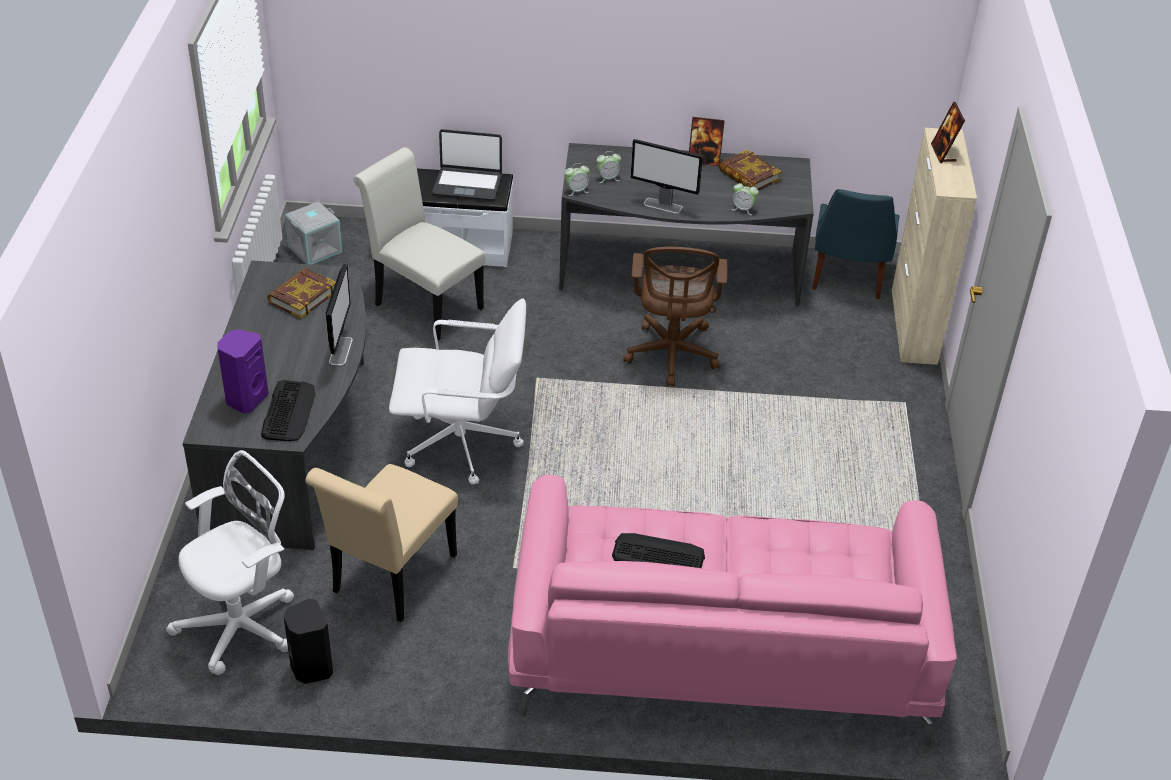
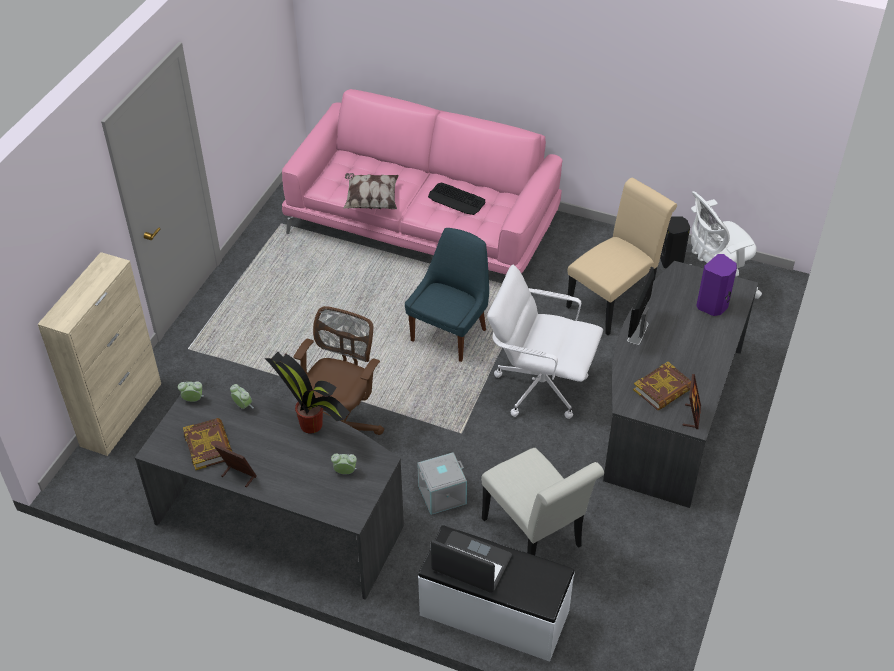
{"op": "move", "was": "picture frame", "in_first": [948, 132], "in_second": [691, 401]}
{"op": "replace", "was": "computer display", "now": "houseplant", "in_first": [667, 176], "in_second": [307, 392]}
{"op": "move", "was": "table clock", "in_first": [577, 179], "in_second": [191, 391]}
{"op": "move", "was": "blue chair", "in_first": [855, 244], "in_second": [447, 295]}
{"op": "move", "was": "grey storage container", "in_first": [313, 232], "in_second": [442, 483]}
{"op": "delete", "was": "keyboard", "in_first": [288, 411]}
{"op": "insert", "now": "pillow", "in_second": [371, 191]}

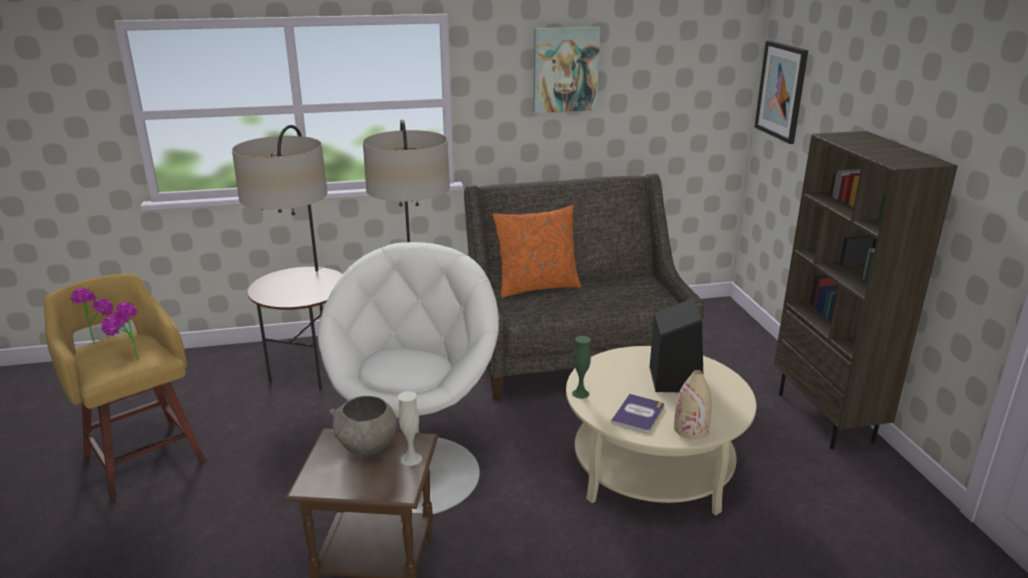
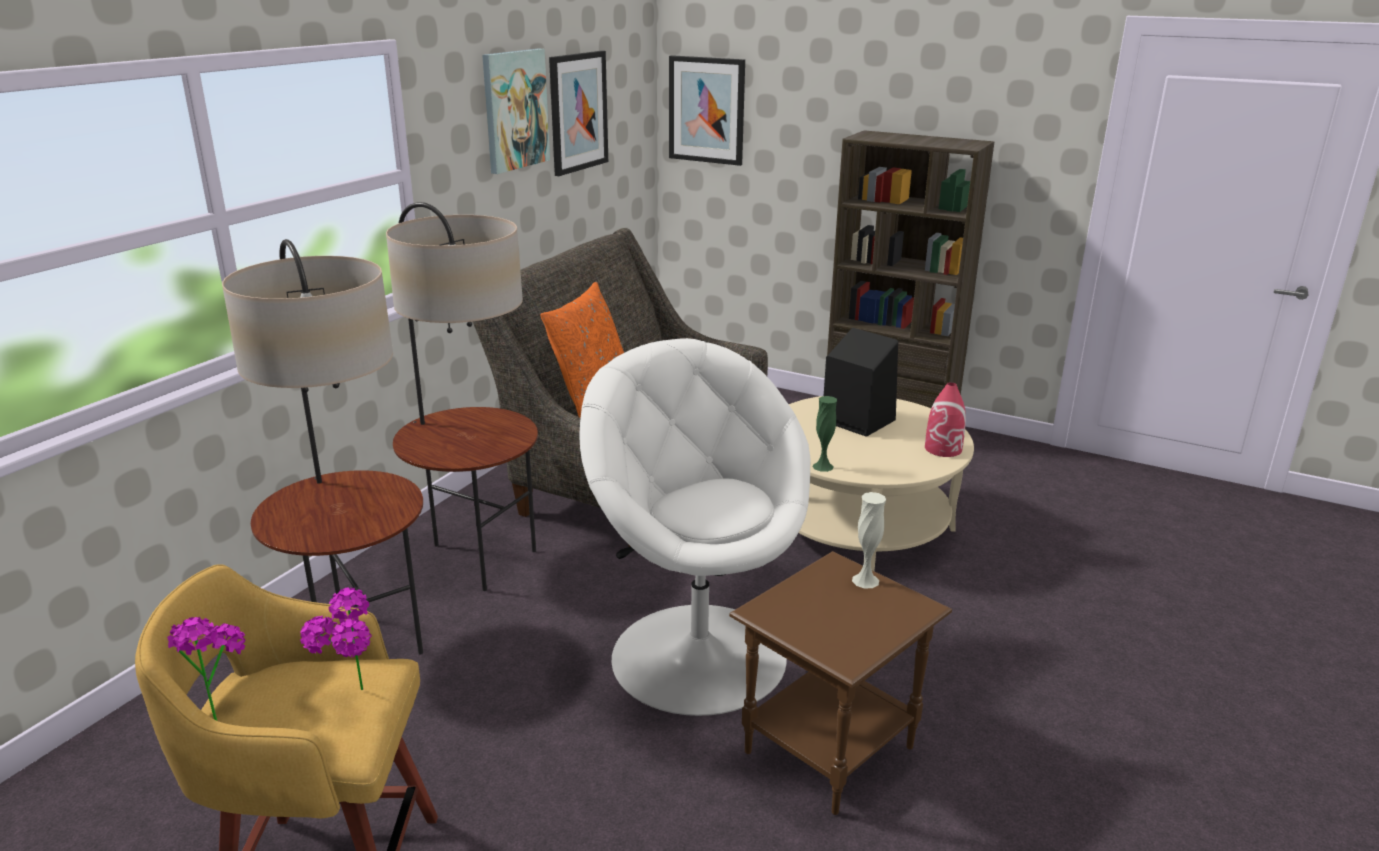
{"op": "recolor", "was": "beige flower vase", "now": "red flower vase", "in_first": [693, 404], "in_second": [945, 419]}
{"op": "delete", "was": "bound book", "in_first": [637, 413]}
{"op": "delete", "was": "grey bowl", "in_first": [363, 425]}
{"op": "insert", "now": "wall picture", "in_second": [578, 113]}

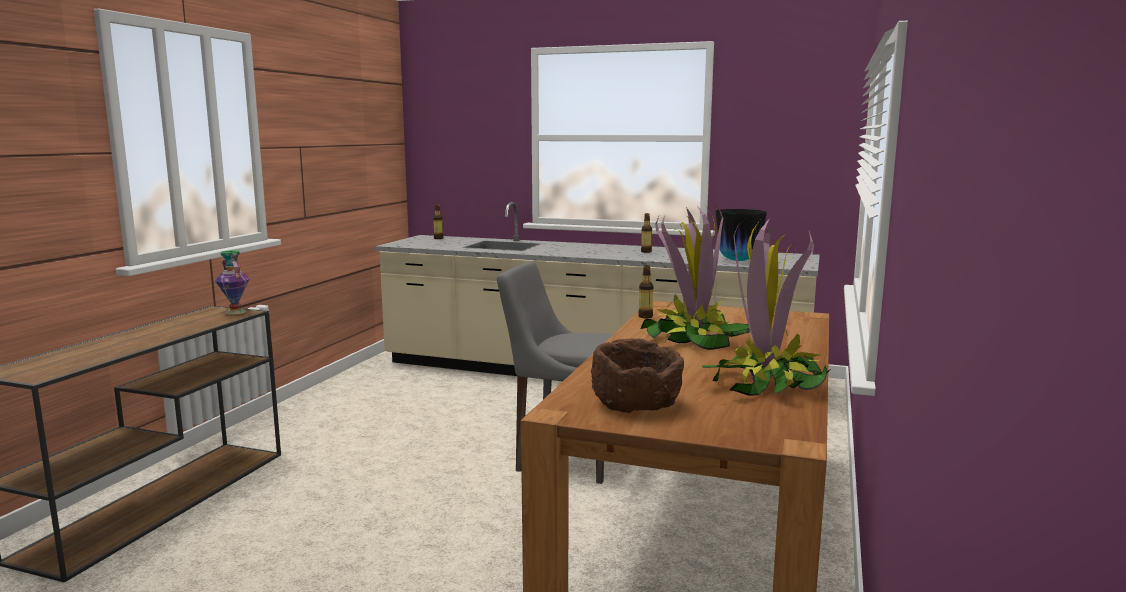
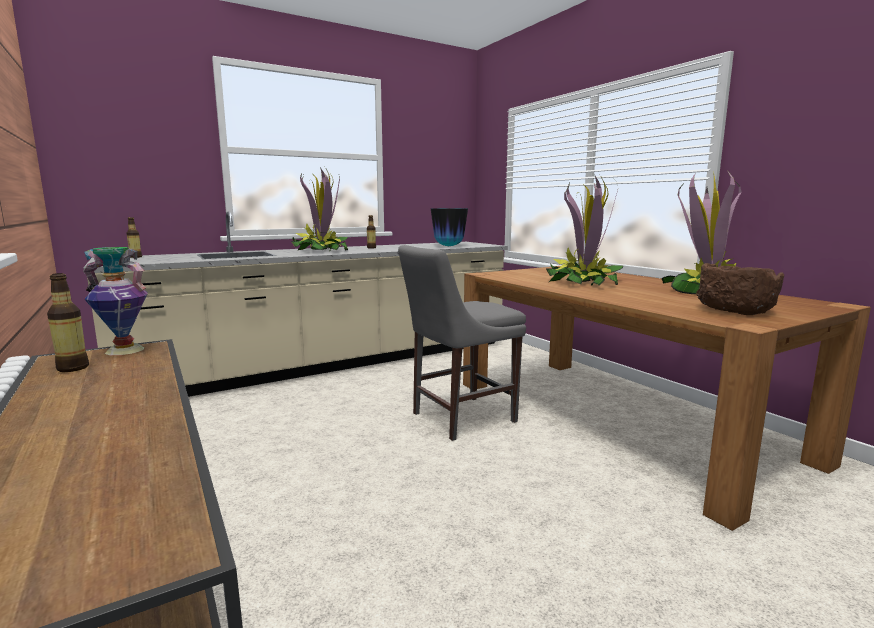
{"op": "move", "was": "beverage bottle", "in_first": [645, 291], "in_second": [68, 322]}
{"op": "insert", "now": "houseplant", "in_second": [319, 209]}

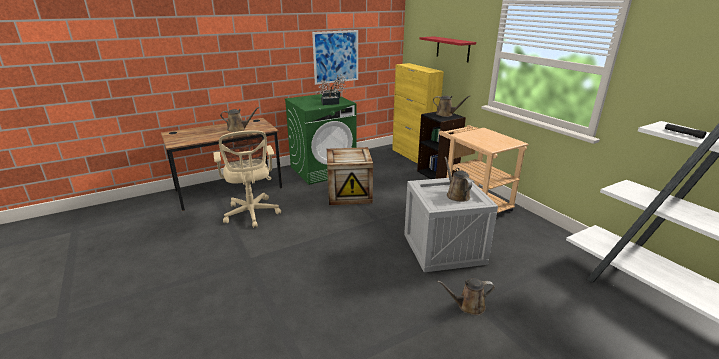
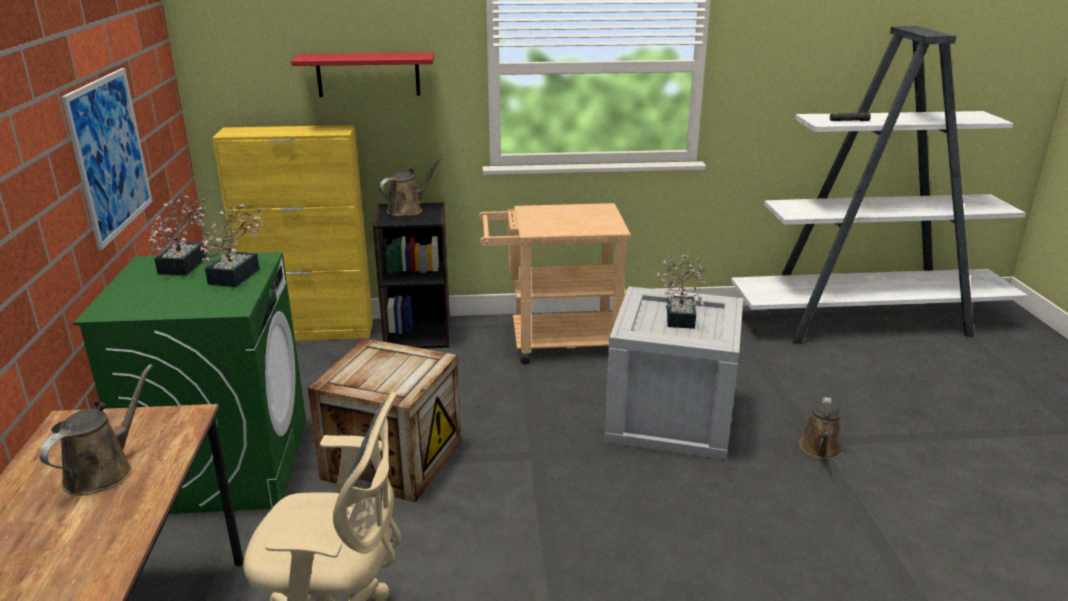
{"op": "replace", "was": "brown watering can", "now": "houseplant", "in_first": [458, 179], "in_second": [681, 292]}

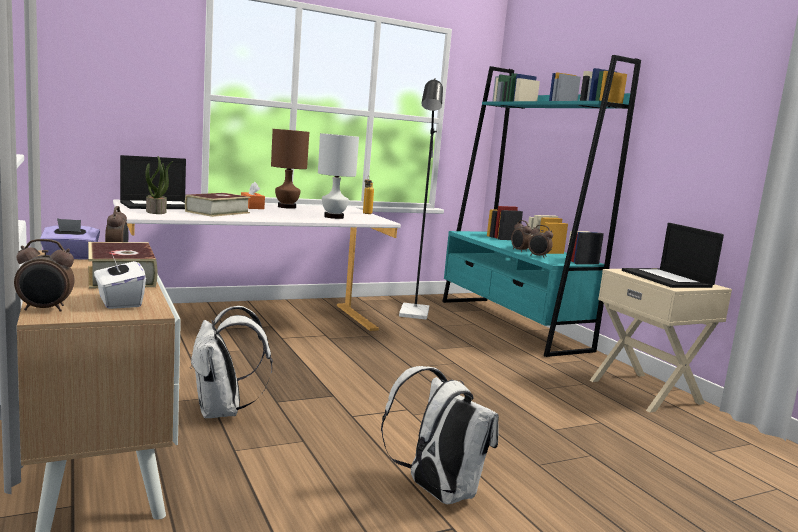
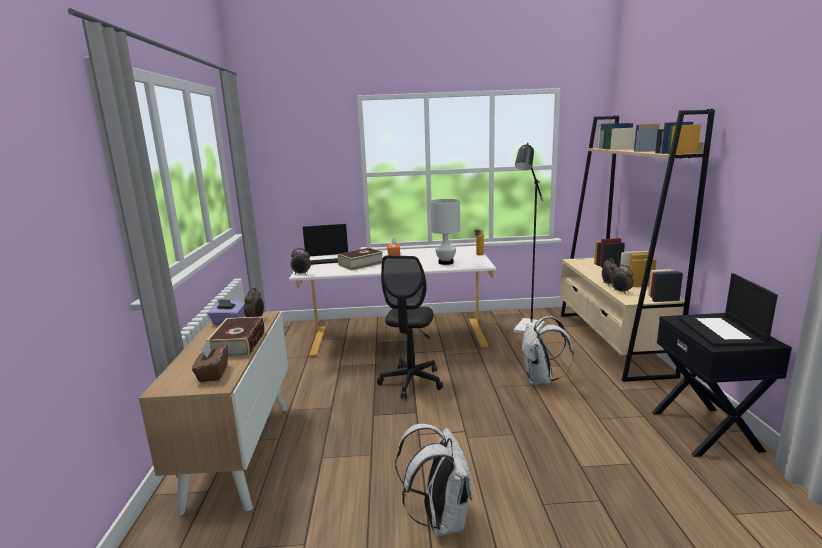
{"op": "recolor", "was": "blue-green shelving unit", "now": "beige shelving unit", "in_first": [541, 206], "in_second": [637, 245]}
{"op": "delete", "was": "brown lamp for a table", "in_first": [290, 169]}
{"op": "delete", "was": "houseplant", "in_first": [159, 185]}
{"op": "move", "was": "table clock", "in_first": [44, 275], "in_second": [301, 261]}
{"op": "recolor", "was": "white tissue box", "now": "brown tissue box", "in_first": [120, 280], "in_second": [210, 361]}
{"op": "recolor", "was": "beige nightstand", "now": "black nightstand", "in_first": [661, 341], "in_second": [722, 385]}
{"op": "move", "was": "white rucksack", "in_first": [231, 362], "in_second": [548, 350]}
{"op": "insert", "now": "black computer chair", "in_second": [410, 327]}

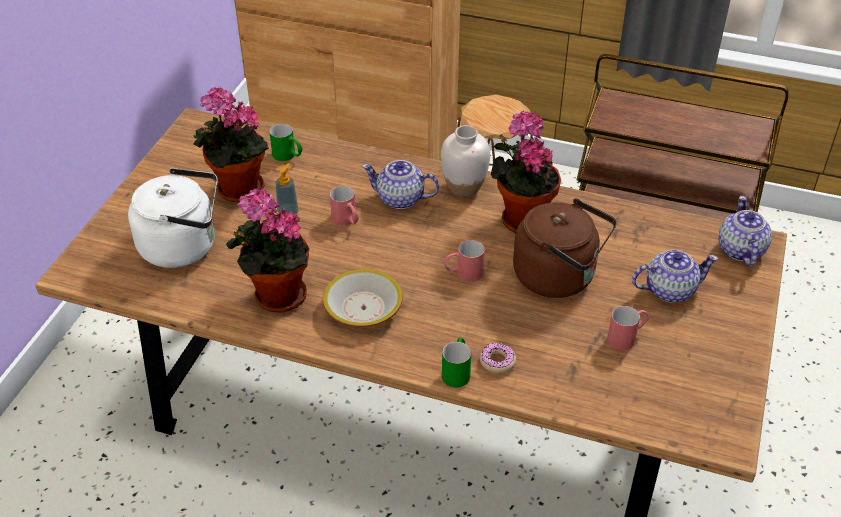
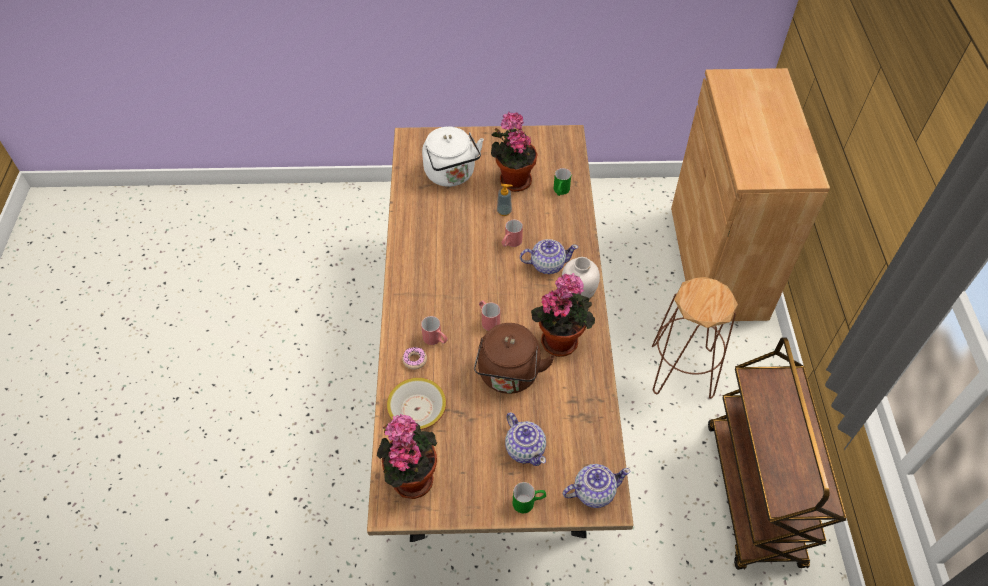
{"op": "rotate", "was": "tea pot", "in_first": [400, 184], "in_second": [549, 256], "clockwise": 90}
{"op": "move", "was": "houseplant", "in_first": [267, 250], "in_second": [407, 456]}
{"op": "move", "was": "bowl", "in_first": [363, 298], "in_second": [416, 404]}
{"op": "move", "was": "red tea mug", "in_first": [628, 328], "in_second": [434, 330]}
{"op": "move", "was": "greenish tea mug", "in_first": [456, 362], "in_second": [529, 497]}

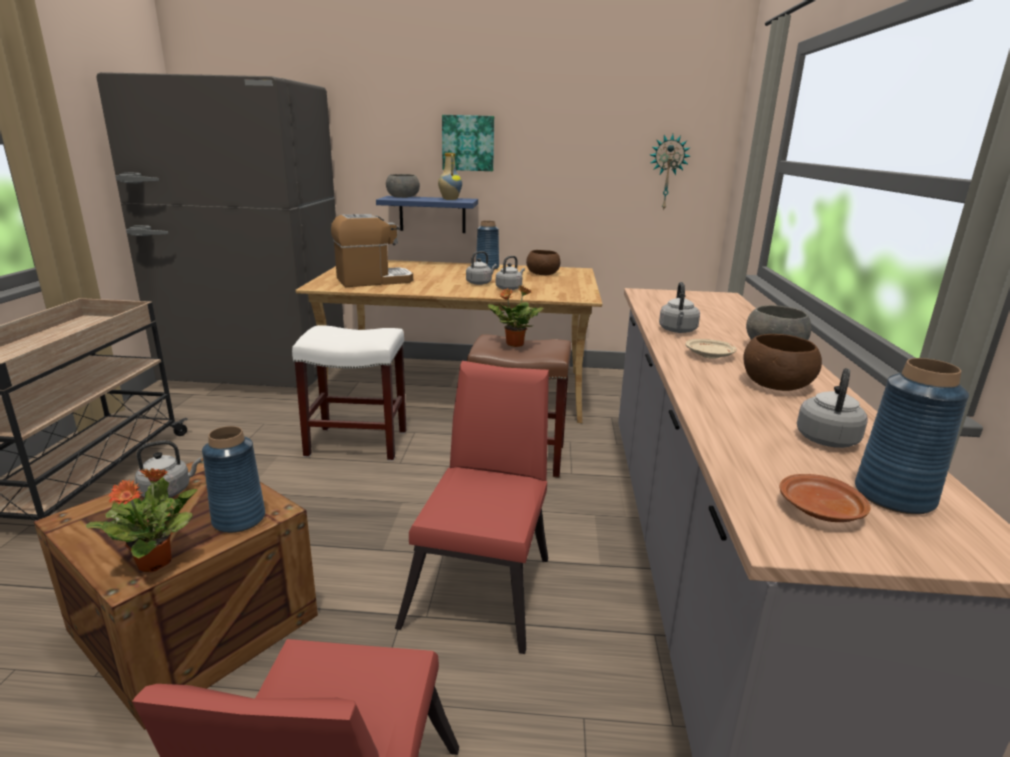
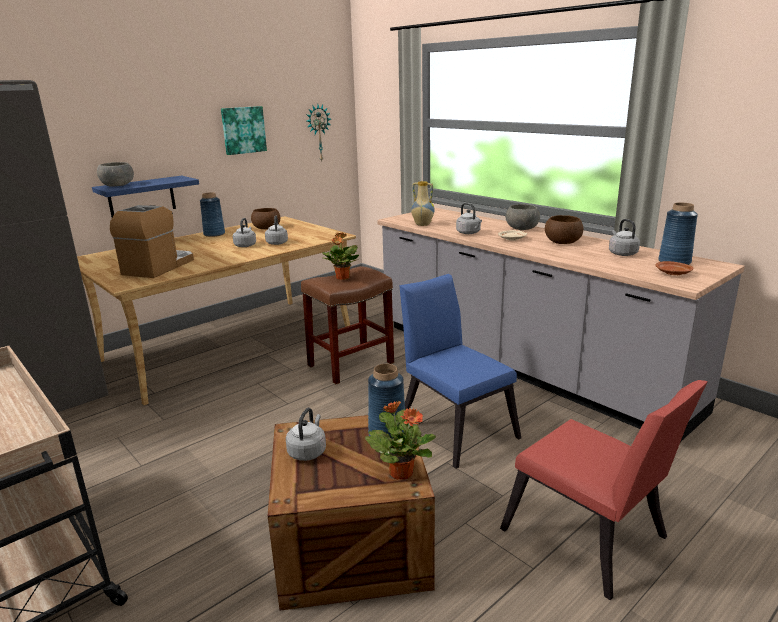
{"op": "move", "was": "wall picture", "in_first": [468, 143], "in_second": [244, 130]}
{"op": "move", "was": "flower vase", "in_first": [450, 176], "in_second": [423, 203]}
{"op": "delete", "was": "white stool seat", "in_first": [349, 393]}
{"op": "recolor", "was": "red chair", "now": "blue chair", "in_first": [472, 507], "in_second": [460, 371]}

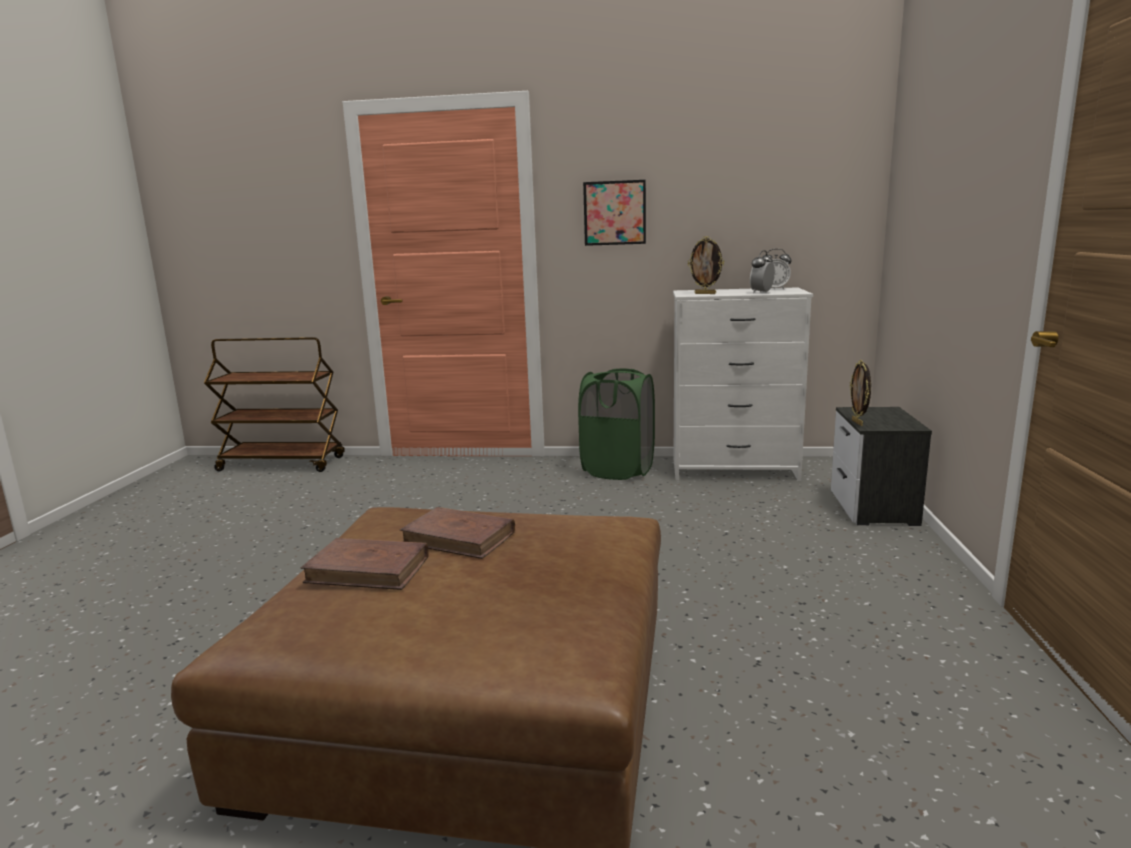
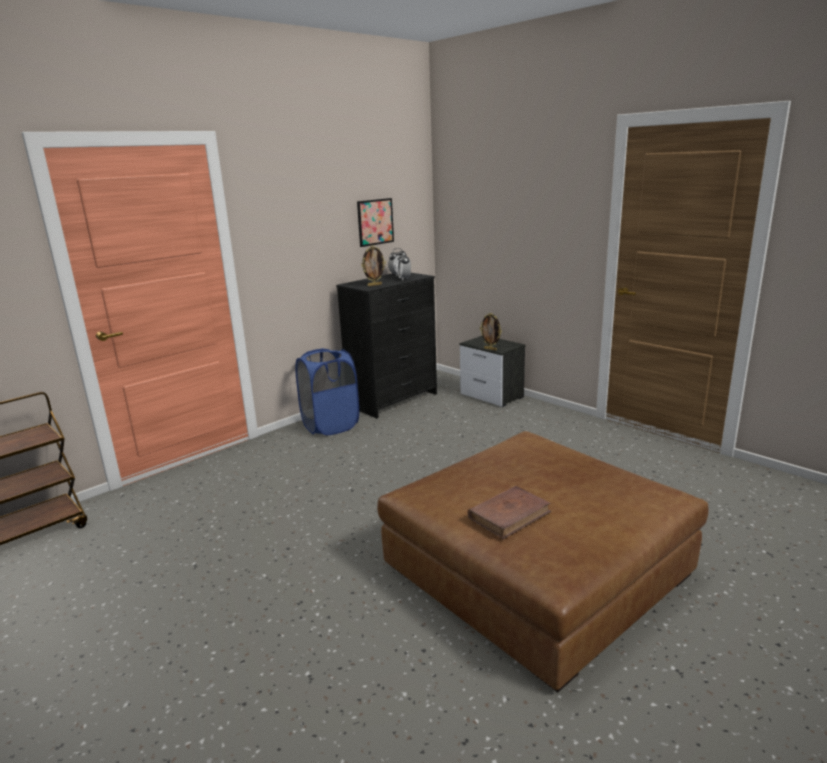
{"op": "move", "was": "wall picture", "in_first": [614, 213], "in_second": [375, 222]}
{"op": "recolor", "was": "white chest of drawers", "now": "black chest of drawers", "in_first": [743, 384], "in_second": [386, 345]}
{"op": "recolor", "was": "greenish laundry basket", "now": "blue laundry basket", "in_first": [616, 424], "in_second": [327, 391]}
{"op": "delete", "was": "brown bound book", "in_first": [457, 533]}

